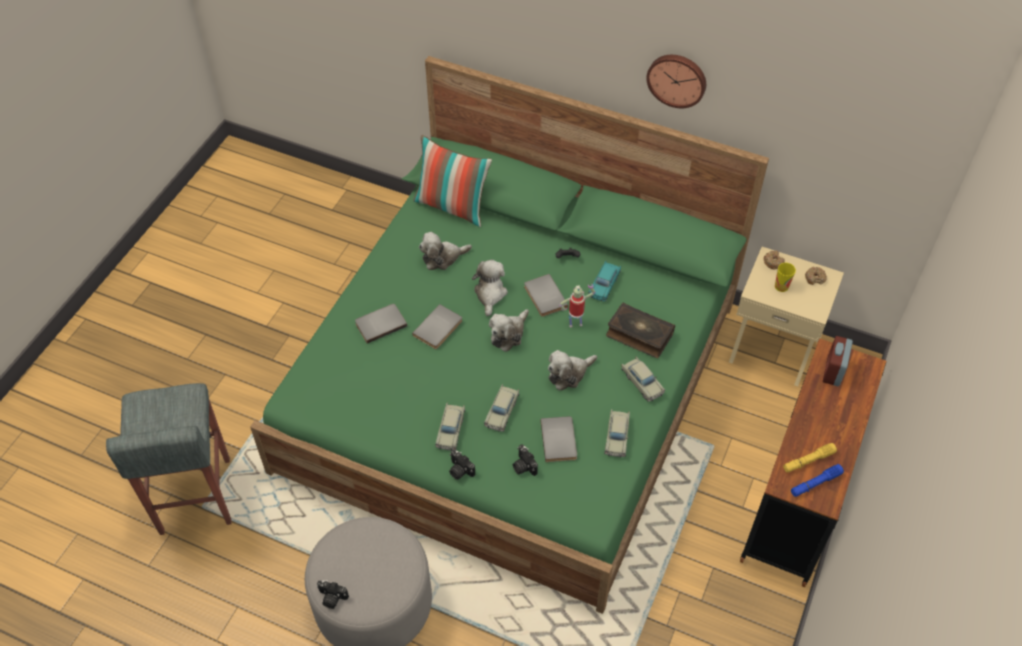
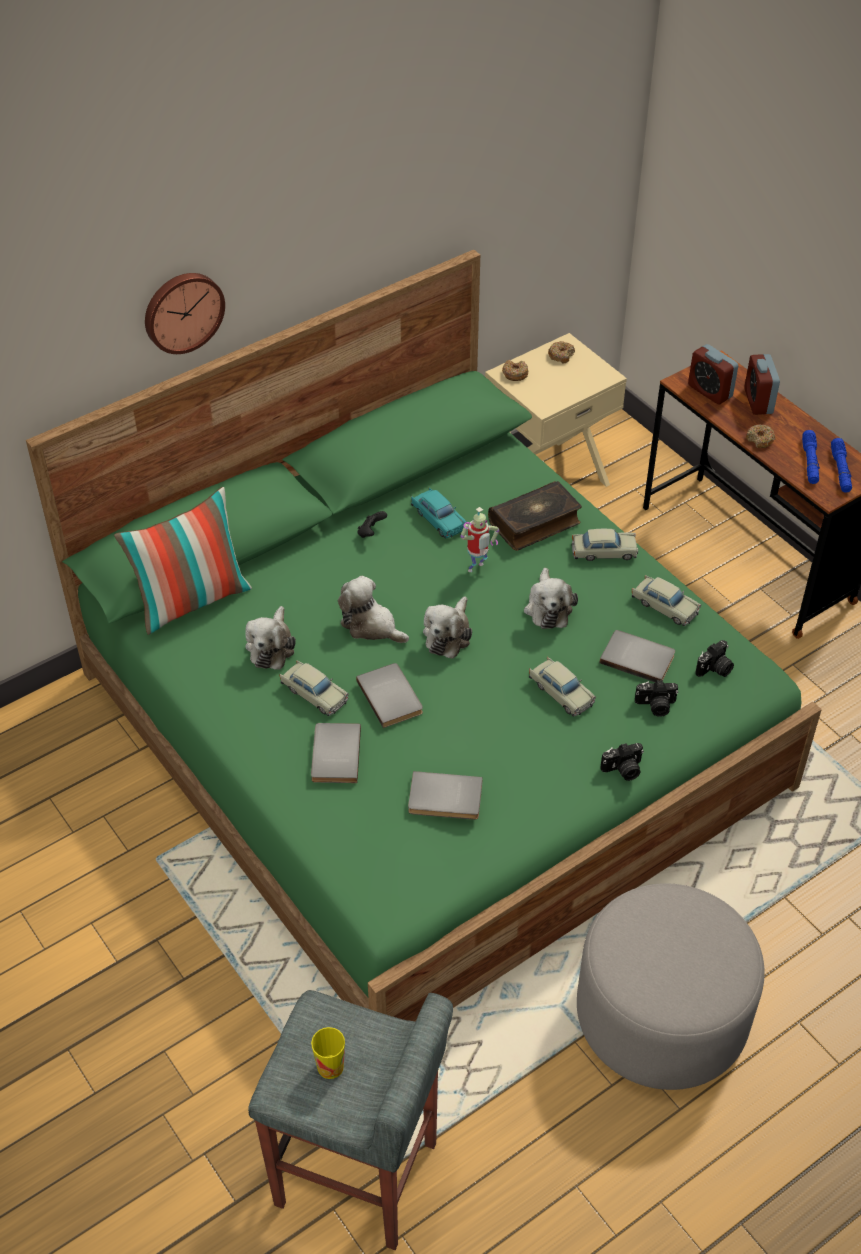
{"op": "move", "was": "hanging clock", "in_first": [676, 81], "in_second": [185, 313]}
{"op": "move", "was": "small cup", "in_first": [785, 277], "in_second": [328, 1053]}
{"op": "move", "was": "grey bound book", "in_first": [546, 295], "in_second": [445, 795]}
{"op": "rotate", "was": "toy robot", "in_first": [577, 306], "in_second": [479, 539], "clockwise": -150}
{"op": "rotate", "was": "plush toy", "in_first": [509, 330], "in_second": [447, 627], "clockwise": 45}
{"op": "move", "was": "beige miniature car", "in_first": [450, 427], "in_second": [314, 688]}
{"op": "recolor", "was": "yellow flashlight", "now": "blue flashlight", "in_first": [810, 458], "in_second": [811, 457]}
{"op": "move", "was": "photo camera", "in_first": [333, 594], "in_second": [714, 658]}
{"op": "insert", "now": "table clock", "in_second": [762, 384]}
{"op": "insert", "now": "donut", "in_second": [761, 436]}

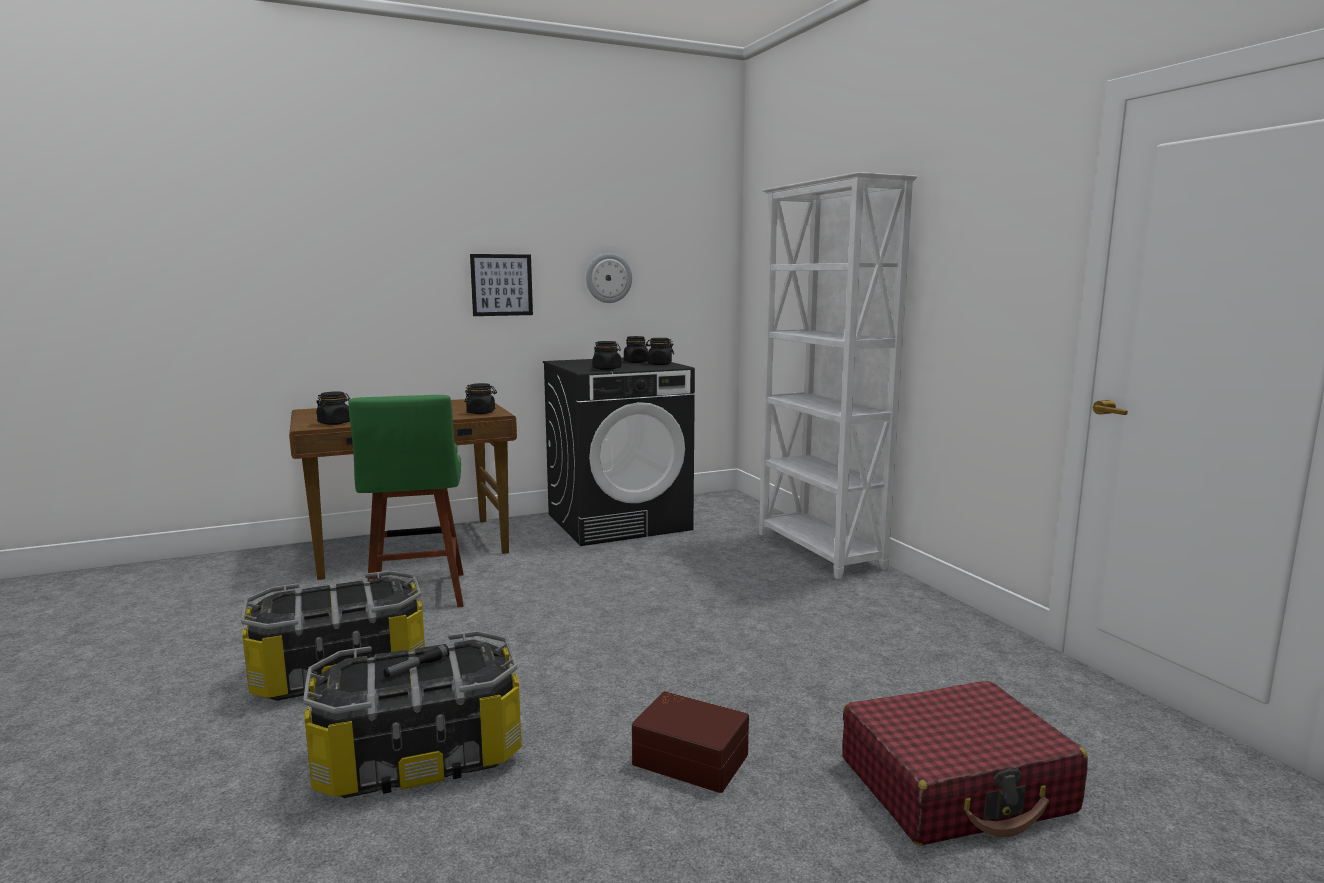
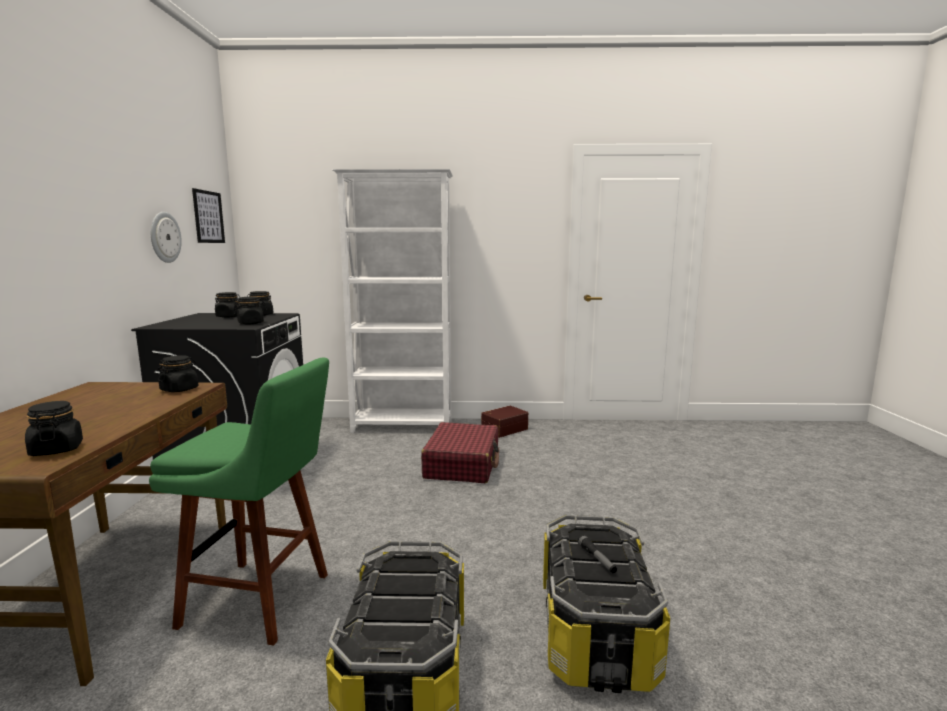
{"op": "move", "was": "wall picture", "in_first": [501, 285], "in_second": [208, 215]}
{"op": "move", "was": "red piece of luggage", "in_first": [965, 763], "in_second": [460, 452]}
{"op": "move", "was": "brown storage container", "in_first": [690, 742], "in_second": [504, 422]}

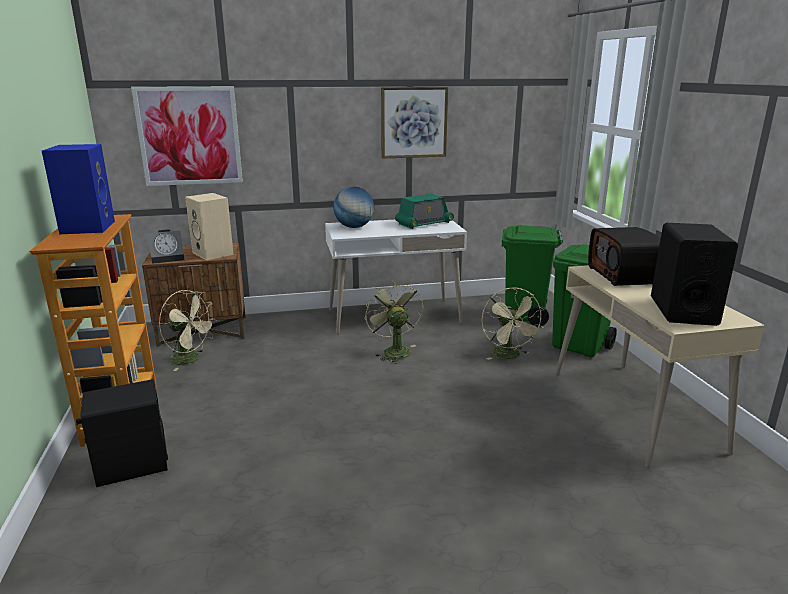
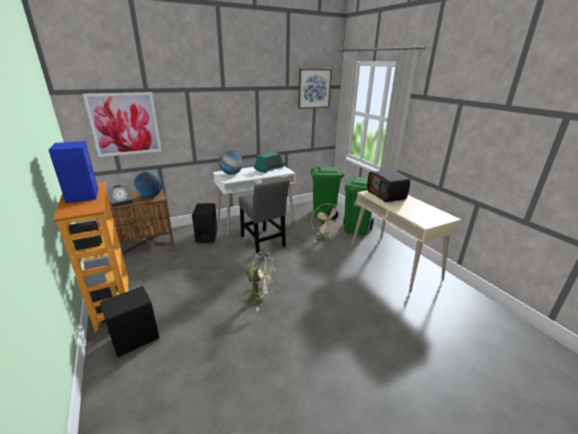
{"op": "move", "was": "wall picture", "in_first": [414, 123], "in_second": [315, 89]}
{"op": "replace", "was": "beige loudspeaker", "now": "world globe", "in_first": [209, 226], "in_second": [147, 184]}
{"op": "move", "was": "black loudspeaker", "in_first": [694, 274], "in_second": [205, 223]}
{"op": "replace", "was": "greenish electric fan", "now": "grey chair", "in_first": [393, 322], "in_second": [264, 216]}
{"op": "move", "was": "beige electric fan", "in_first": [188, 330], "in_second": [258, 281]}

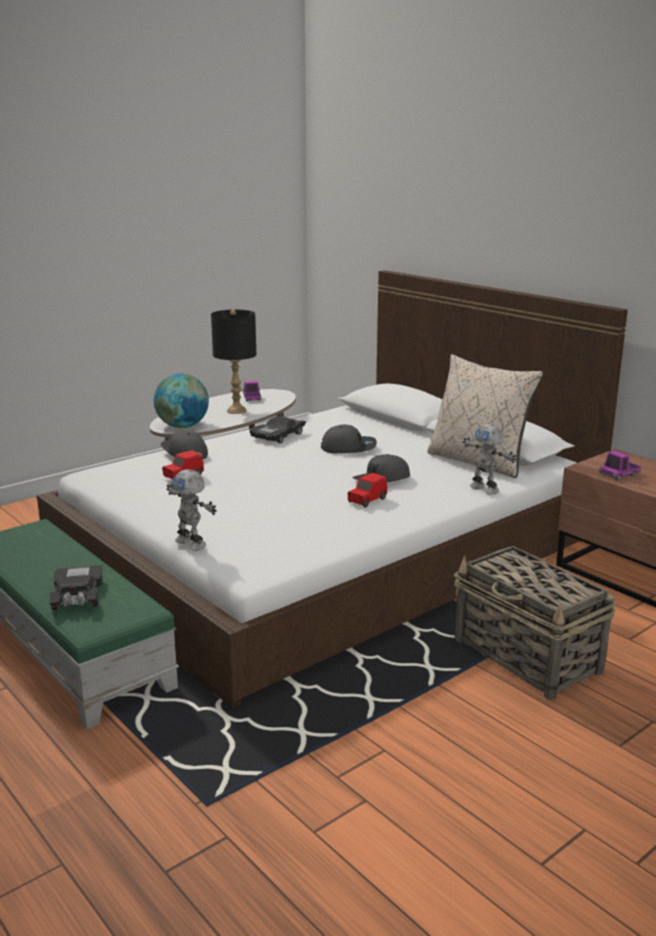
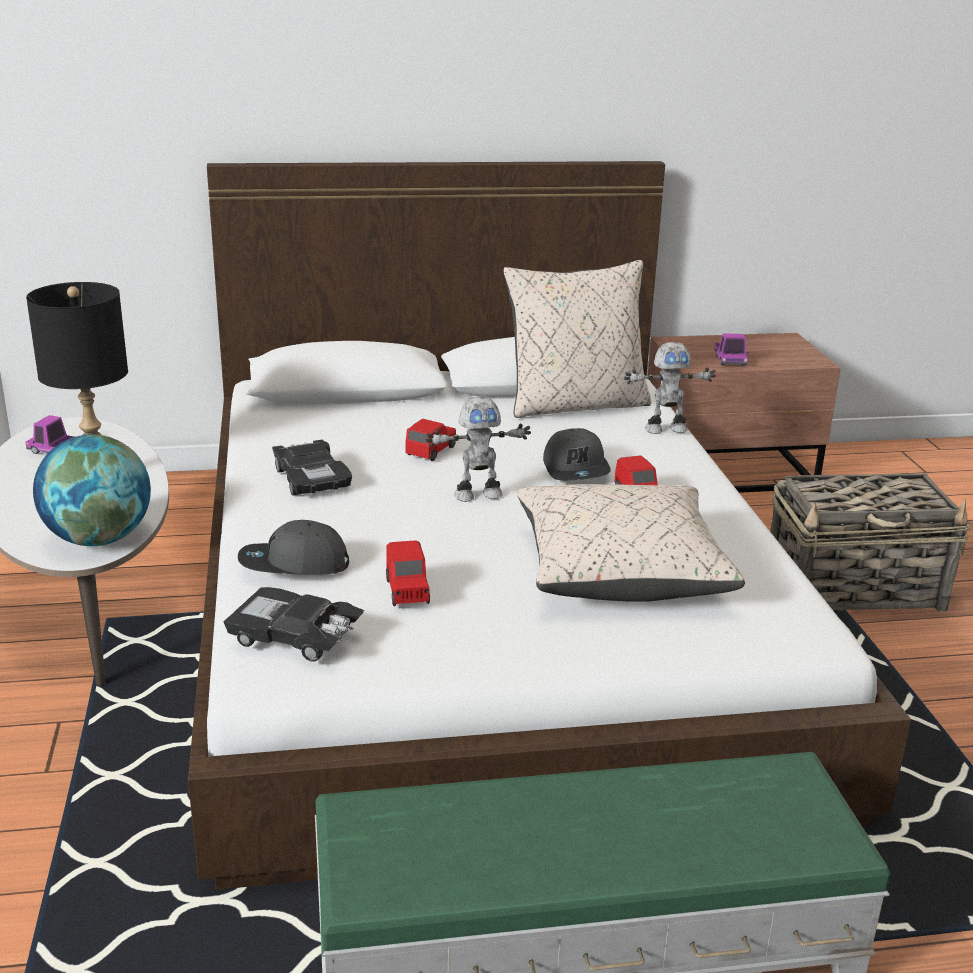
{"op": "replace", "was": "grey cap", "now": "red miniature car", "in_first": [349, 439], "in_second": [431, 440]}
{"op": "move", "was": "toy robot", "in_first": [191, 510], "in_second": [478, 449]}
{"op": "move", "was": "black miniature car", "in_first": [76, 587], "in_second": [294, 624]}
{"op": "insert", "now": "beige pillow", "in_second": [631, 543]}

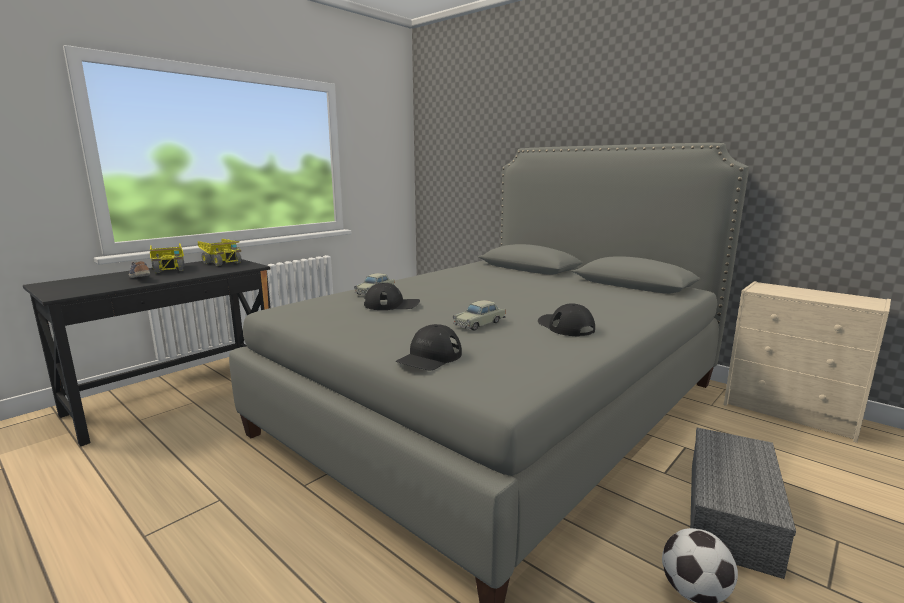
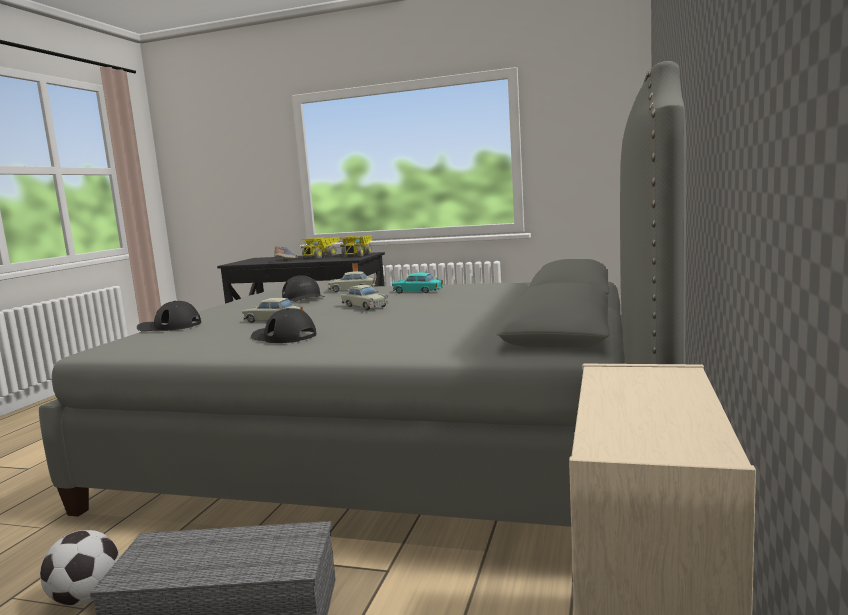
{"op": "rotate", "was": "black cap", "in_first": [566, 319], "in_second": [283, 325], "clockwise": -90}
{"op": "insert", "now": "blue-green miniature car", "in_second": [417, 283]}
{"op": "insert", "now": "beige miniature car", "in_second": [365, 297]}

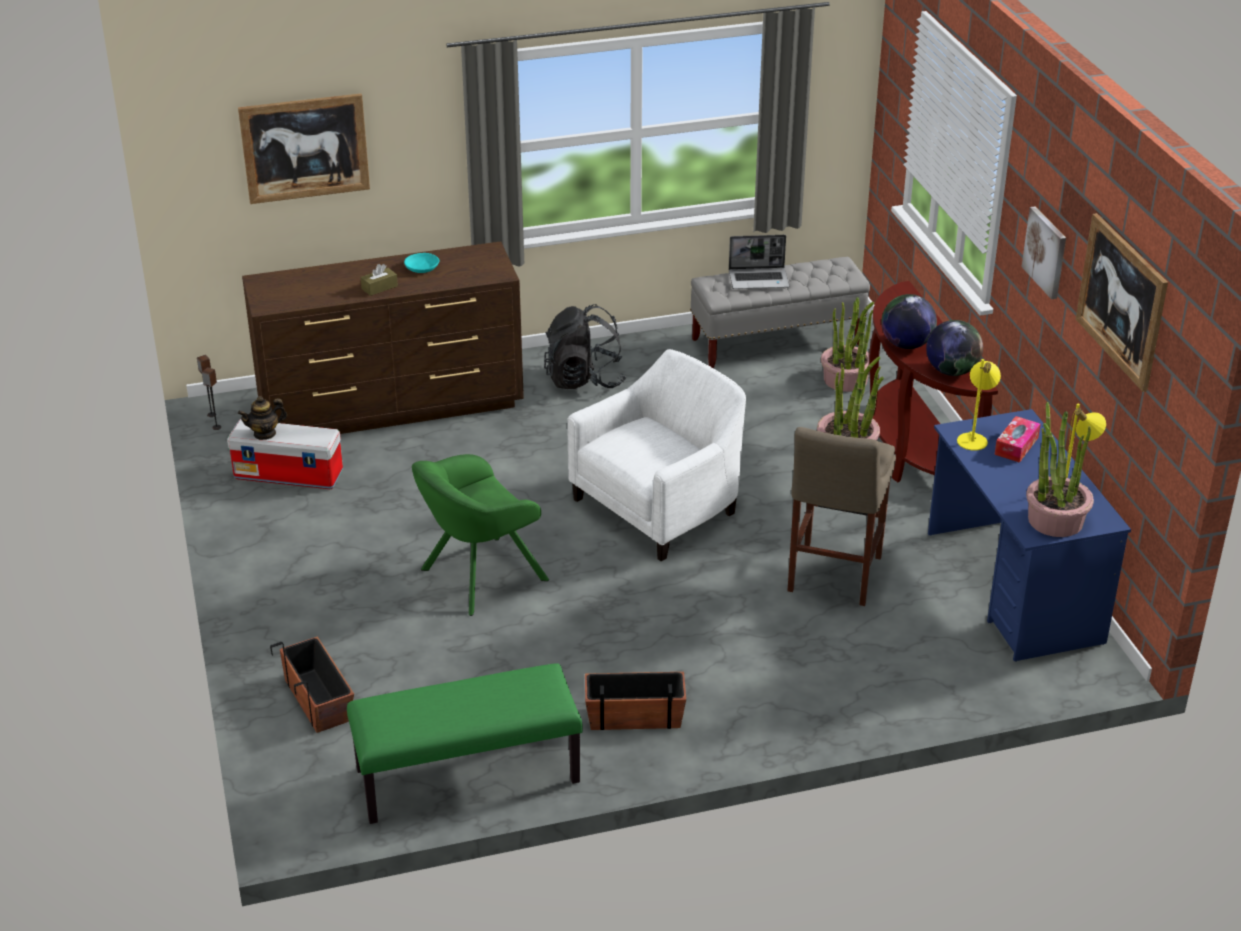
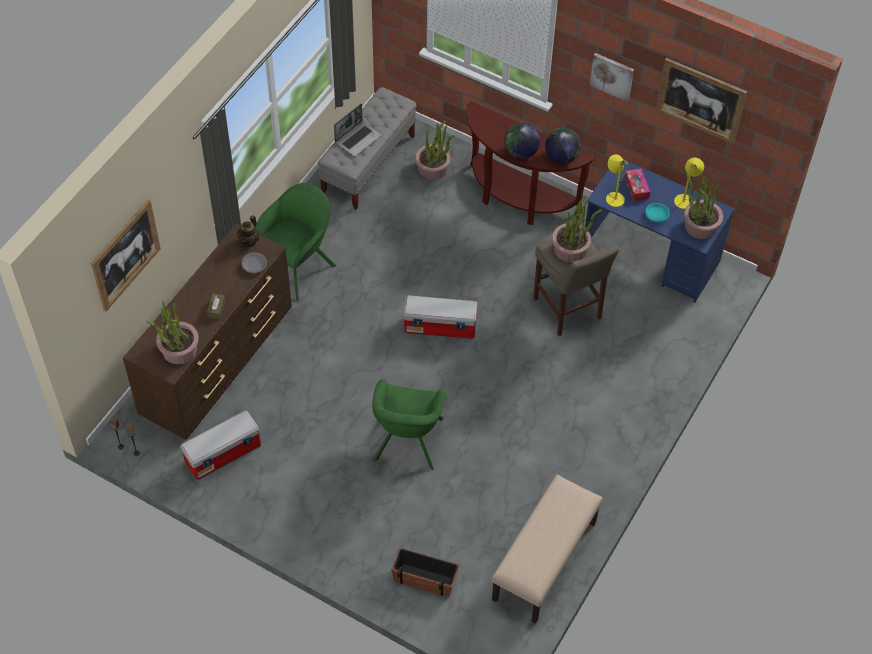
{"op": "move", "was": "blue-green bowl", "in_first": [421, 263], "in_second": [657, 213]}
{"op": "replace", "was": "black rucksack", "now": "greenish easy chair", "in_first": [585, 346], "in_second": [296, 242]}
{"op": "replace", "was": "white easy chair", "now": "storage container", "in_first": [656, 455], "in_second": [440, 317]}
{"op": "move", "was": "tea pot", "in_first": [262, 418], "in_second": [248, 231]}
{"op": "recolor", "was": "greenish long seat", "now": "beige long seat", "in_first": [465, 743], "in_second": [547, 549]}
{"op": "delete", "was": "flower pot", "in_first": [635, 701]}
{"op": "insert", "now": "grey bowl", "in_second": [254, 263]}
{"op": "insert", "now": "houseplant", "in_second": [172, 332]}

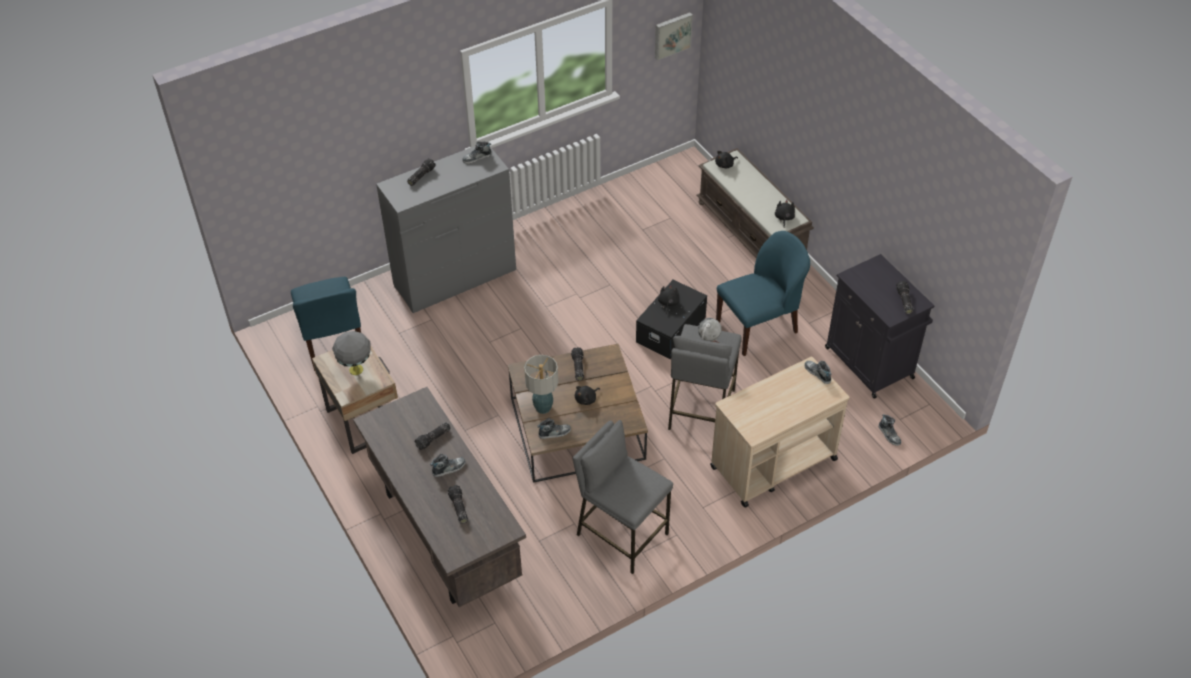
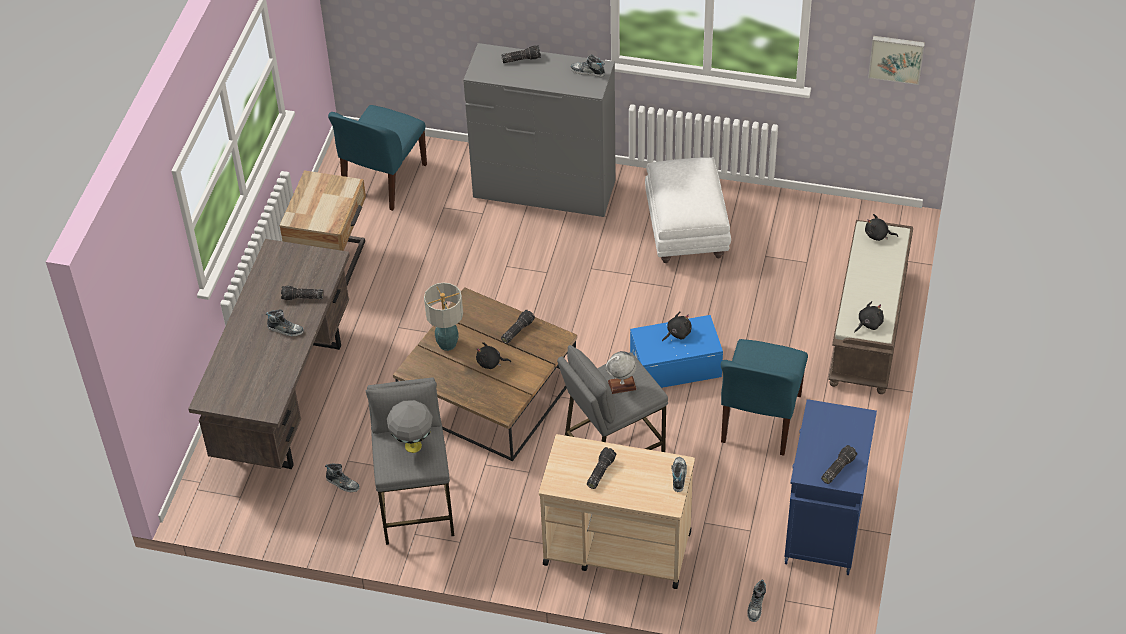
{"op": "rotate", "was": "blue chair", "in_first": [763, 293], "in_second": [764, 397], "clockwise": 90}
{"op": "recolor", "was": "black cupboard", "now": "blue cupboard", "in_first": [879, 326], "in_second": [830, 487]}
{"op": "recolor", "was": "black storage container", "now": "blue storage container", "in_first": [671, 319], "in_second": [676, 351]}
{"op": "move", "was": "grey lamp for a table", "in_first": [351, 353], "in_second": [410, 426]}
{"op": "move", "was": "low shoe", "in_first": [554, 428], "in_second": [342, 477]}
{"op": "move", "was": "flashlight", "in_first": [458, 504], "in_second": [601, 468]}
{"op": "insert", "now": "white ottoman", "in_second": [688, 210]}

